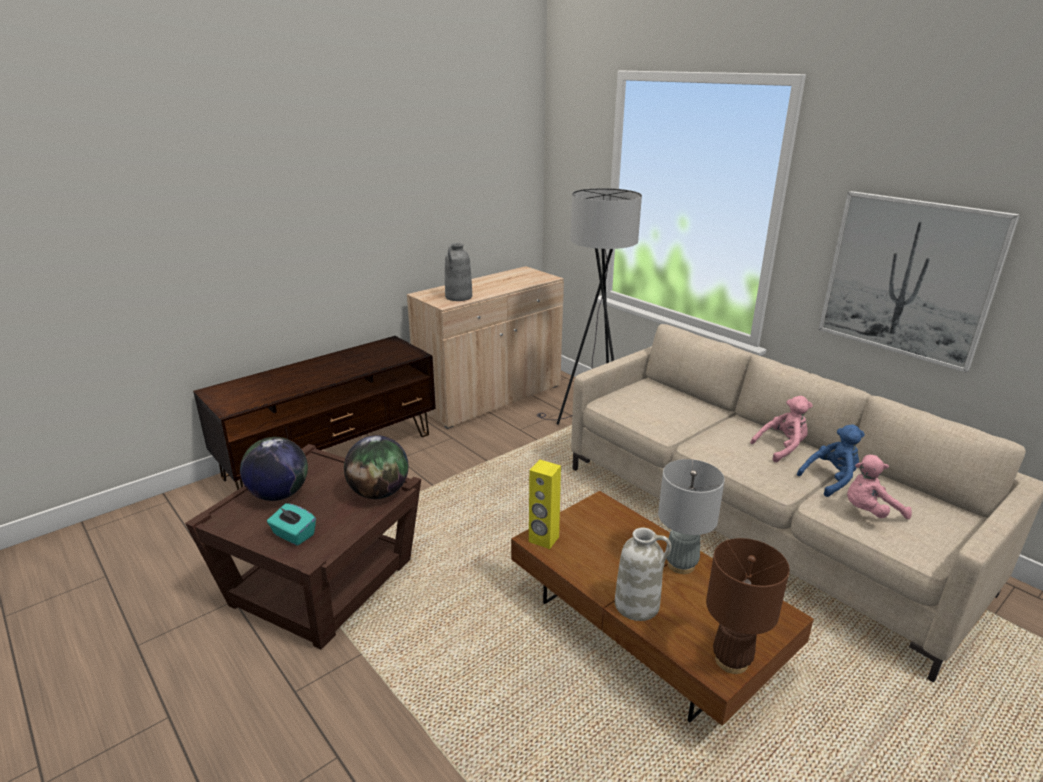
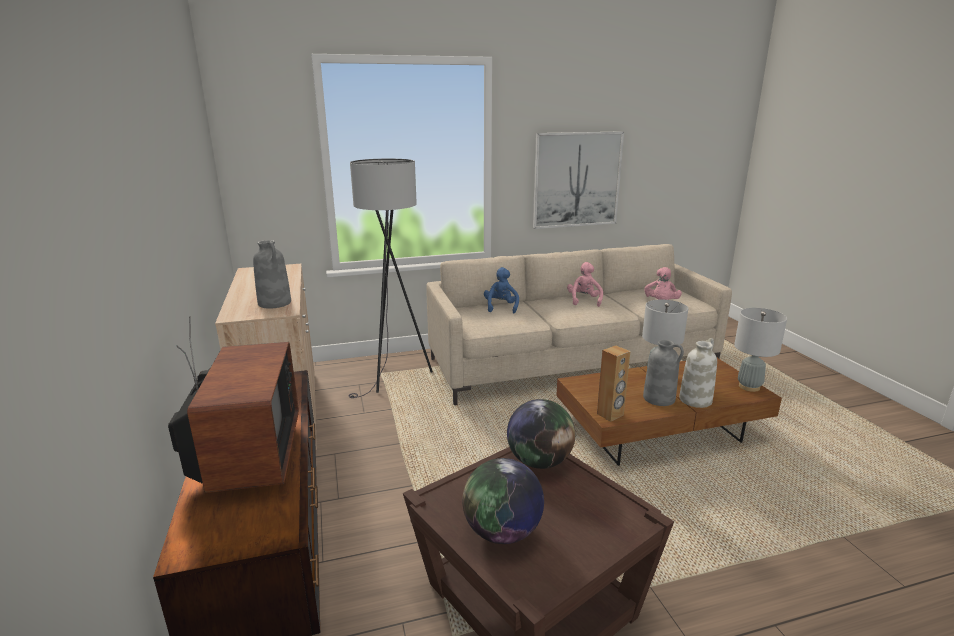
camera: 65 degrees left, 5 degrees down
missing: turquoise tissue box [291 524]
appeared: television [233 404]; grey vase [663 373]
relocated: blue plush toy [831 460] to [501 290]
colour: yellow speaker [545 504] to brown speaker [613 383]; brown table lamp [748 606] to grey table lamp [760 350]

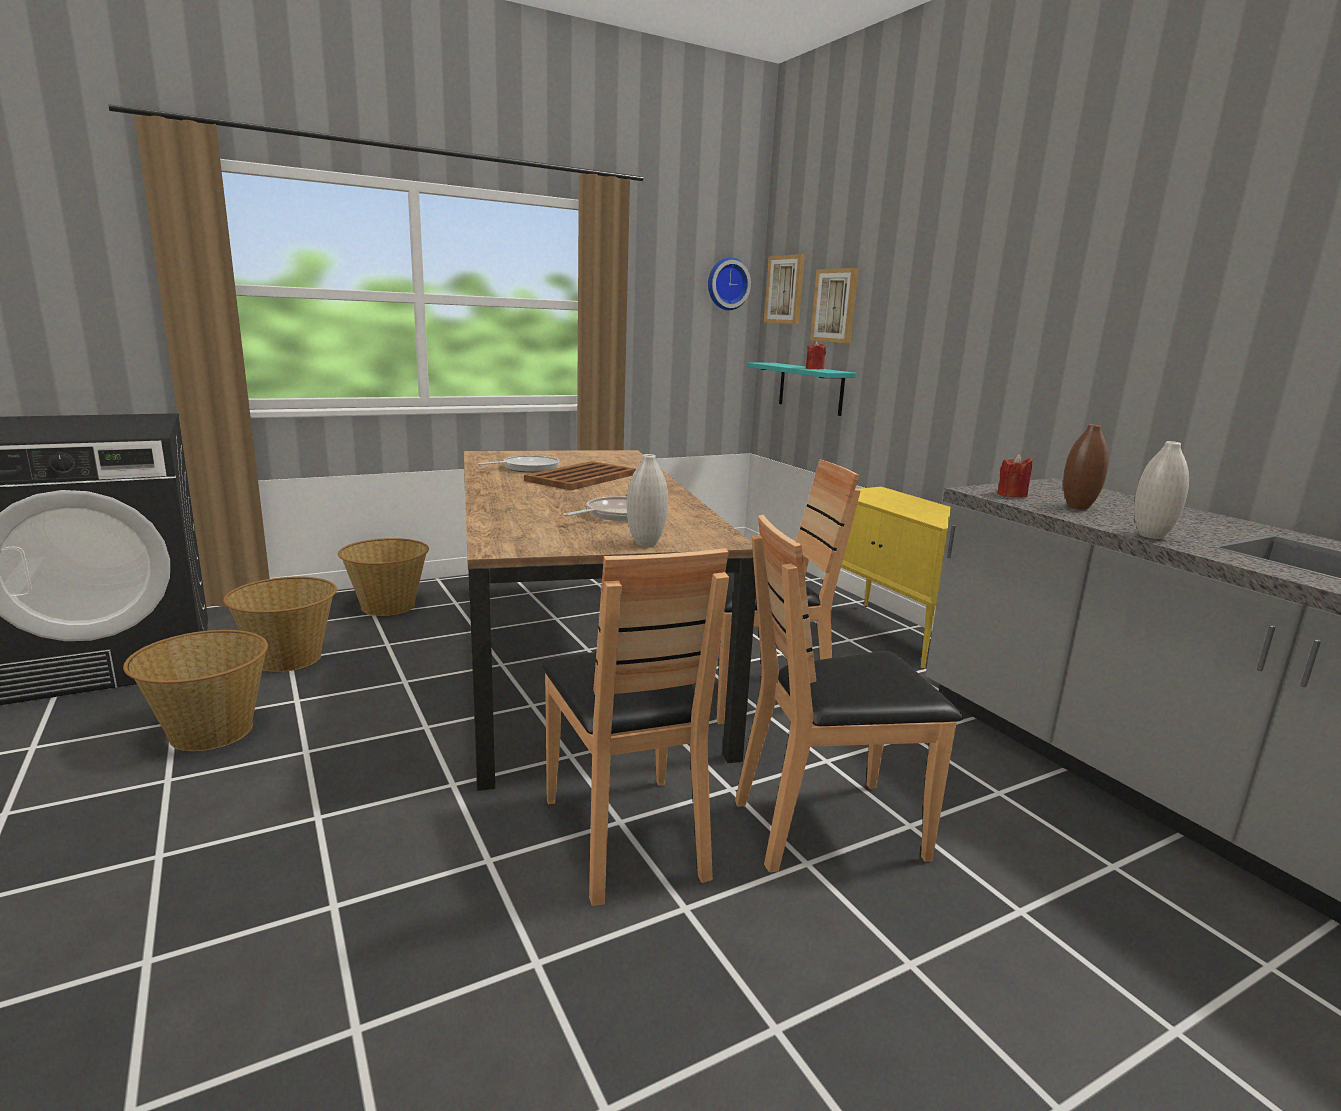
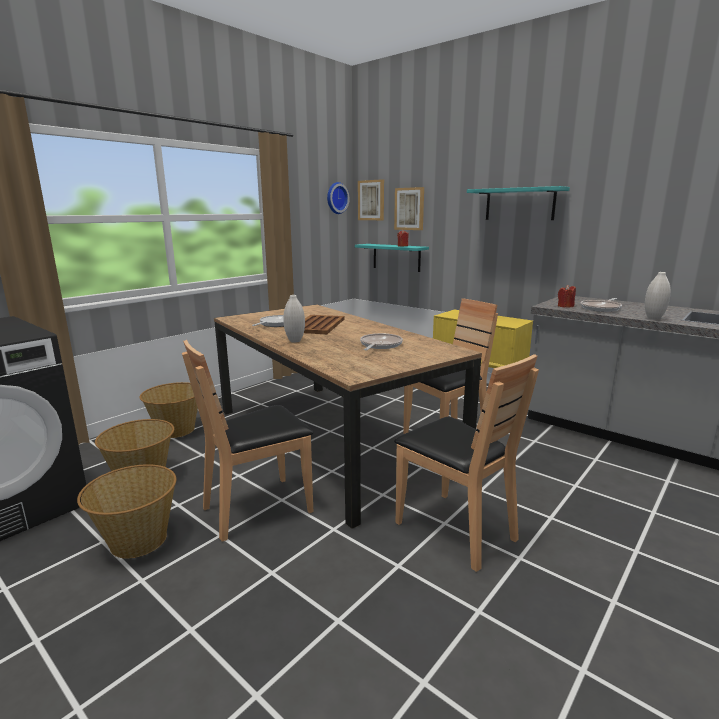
camera: 20 degrees left, 0 degrees up
appeared: turquoise shelf [518 203]
relocated: white vase [647 500] to [294 319]; brown chair [849 693] to [247 441]
exchanged: brown vase [1086 467] to frying pan [601 305]

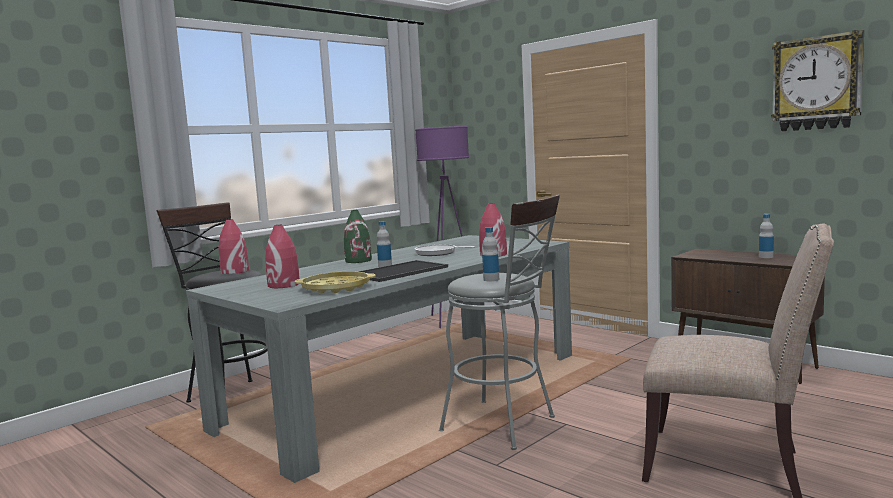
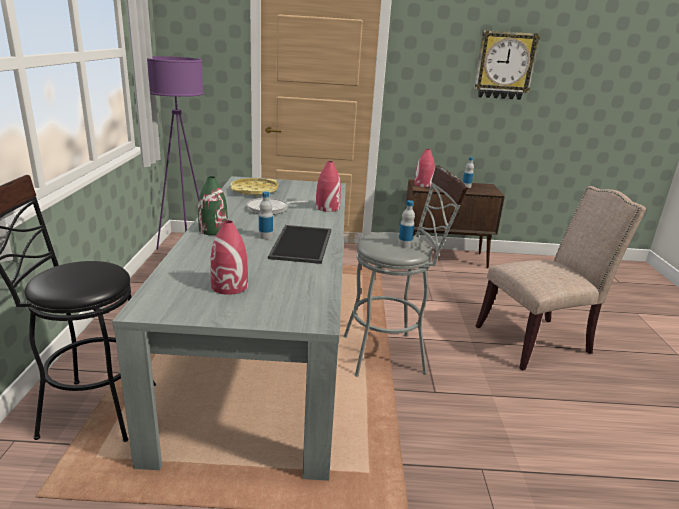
camera: 45 degrees left, 15 degrees up
relocated: red vase [234 246] to [424 168]; yellow tray [335 282] to [254 187]

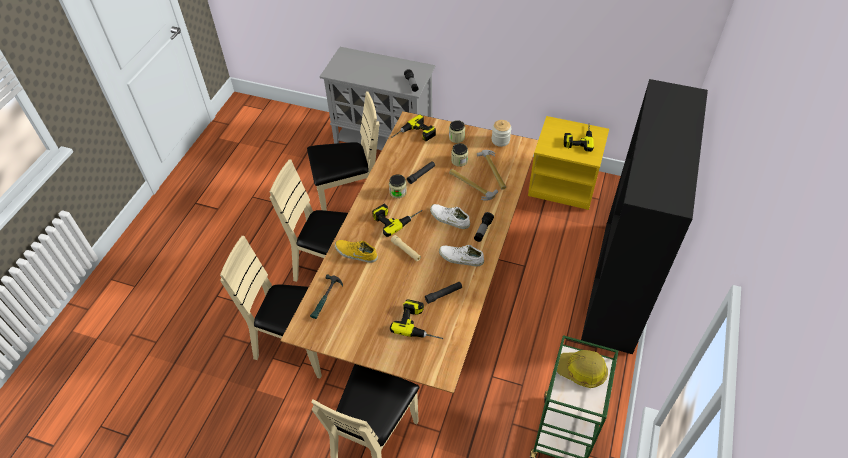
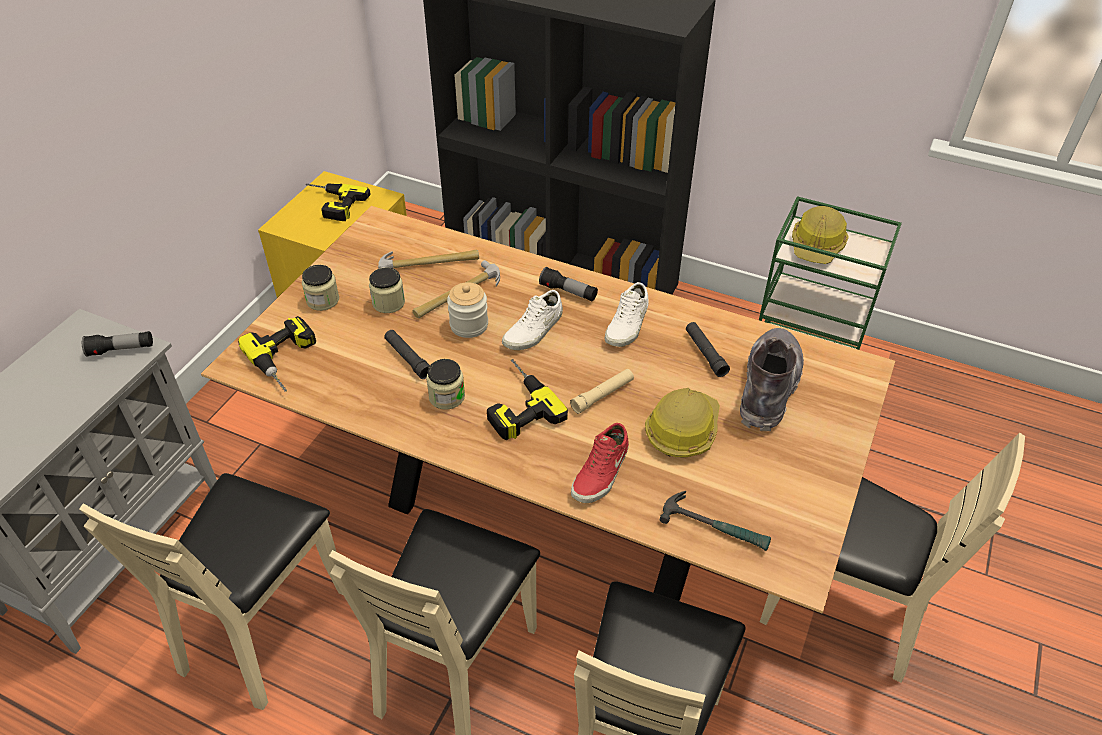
camera: 85 degrees left, 5 degrees down
appeared: hard hat [682 423]
relocated: jar [502 133] to [467 310]
exchanged: power drill [416 319] to grey boot [772 379]
colour: yellow shoe [356 251] to red shoe [600 463]
spun: beige chair [343 151] = [211 591] 150 degrees counterclockwise

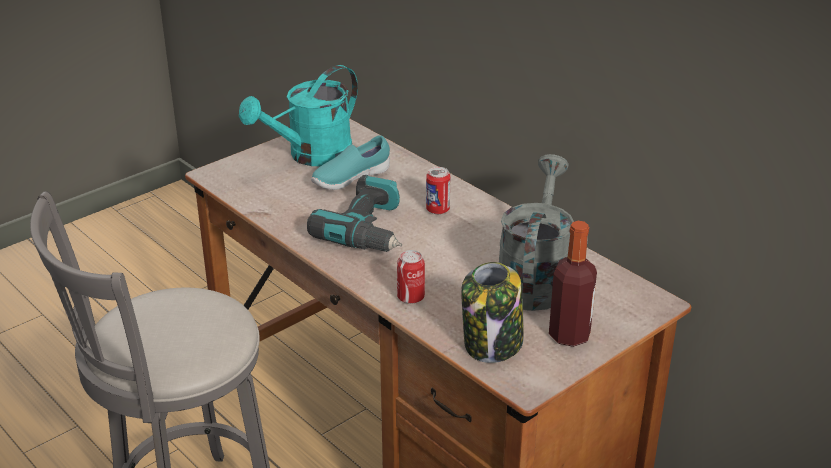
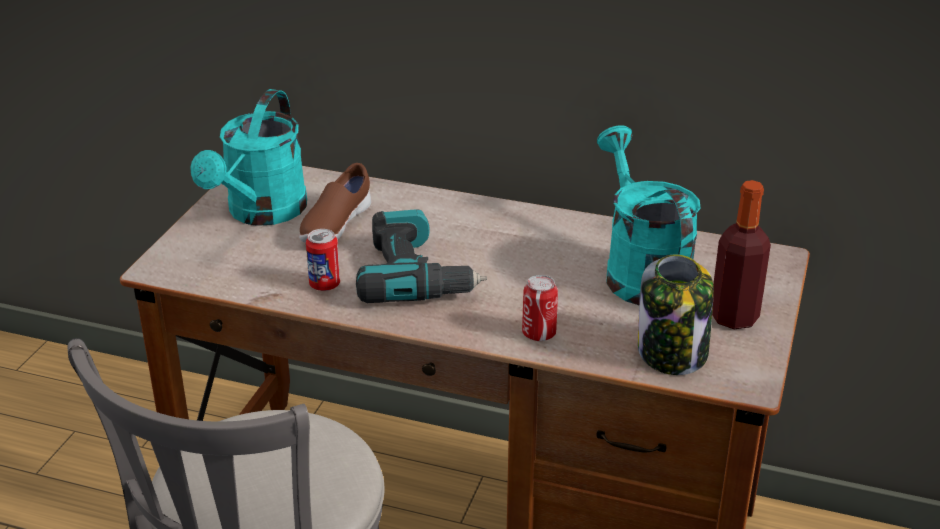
camera: 30 degrees left, 0 degrees up
relocated: can [438 190] to [323 260]
colour: turquoise shoe [350 162] to brown shoe [335 202]; grey watering can [536 232] to turquoise watering can [649 215]

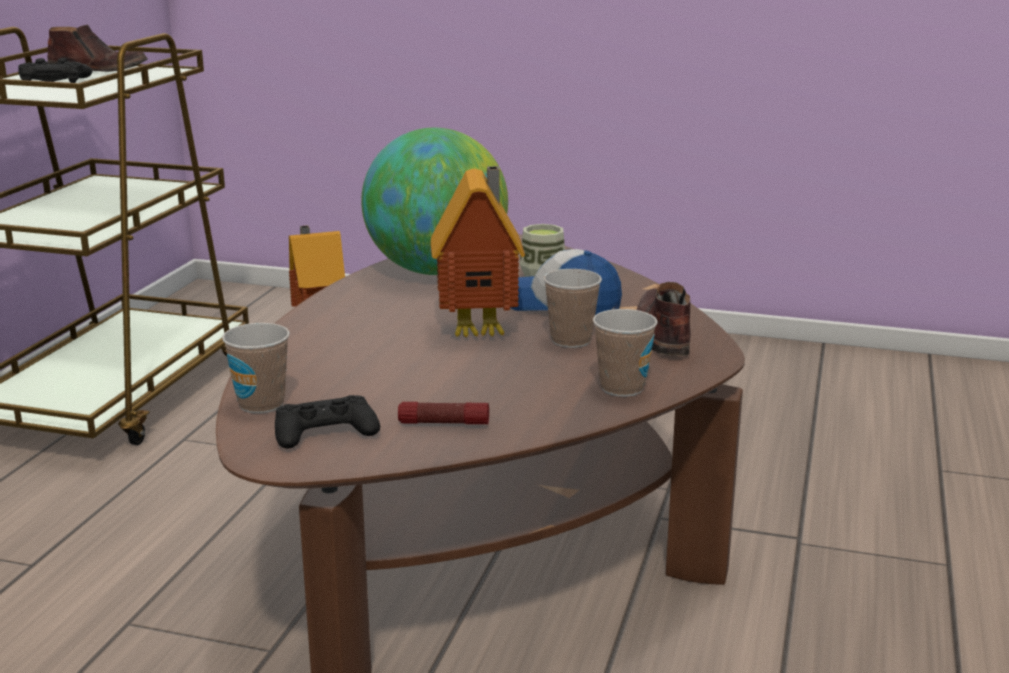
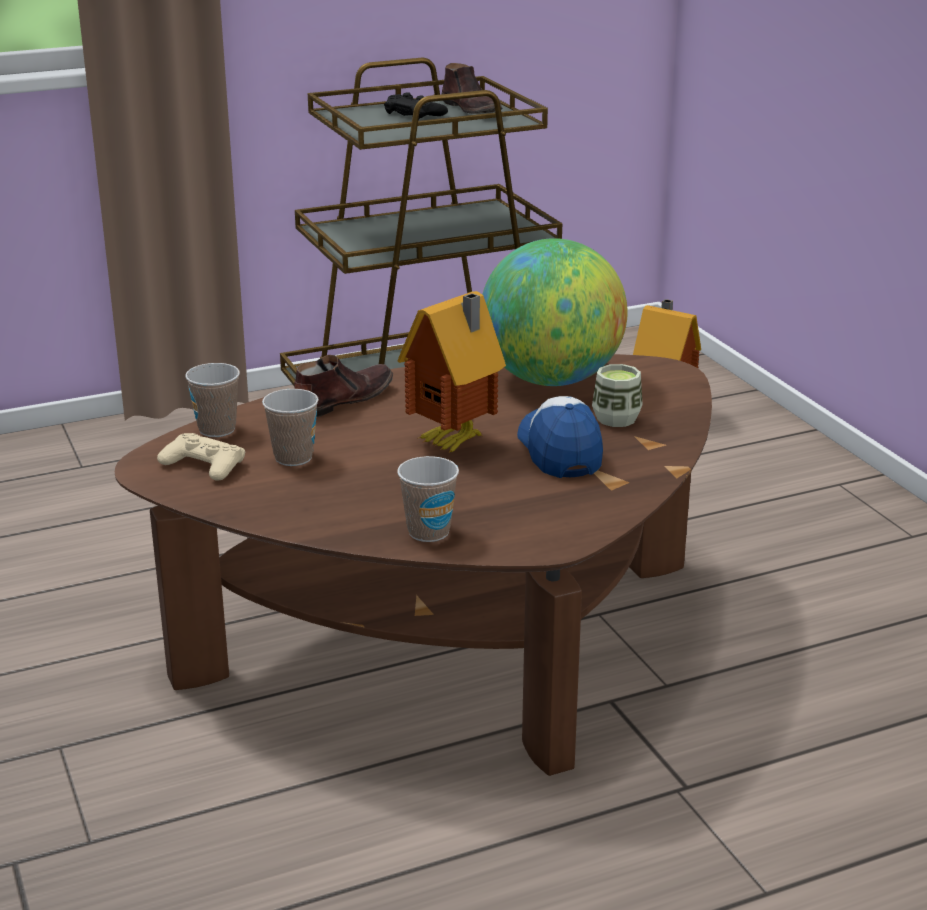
camera: 50 degrees right, 5 degrees up
missing: flashlight [443 413]
relocated: cup [572 308] to [290 427]; brown shoe [663 319] to [343 386]
colour: black game controller [327 422] to beige game controller [201 457]

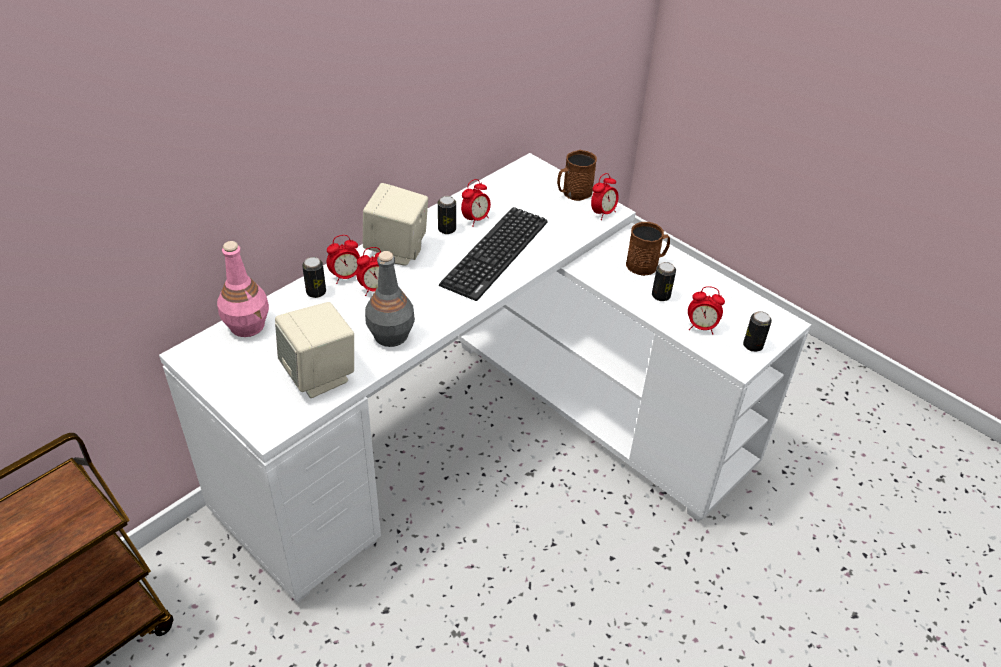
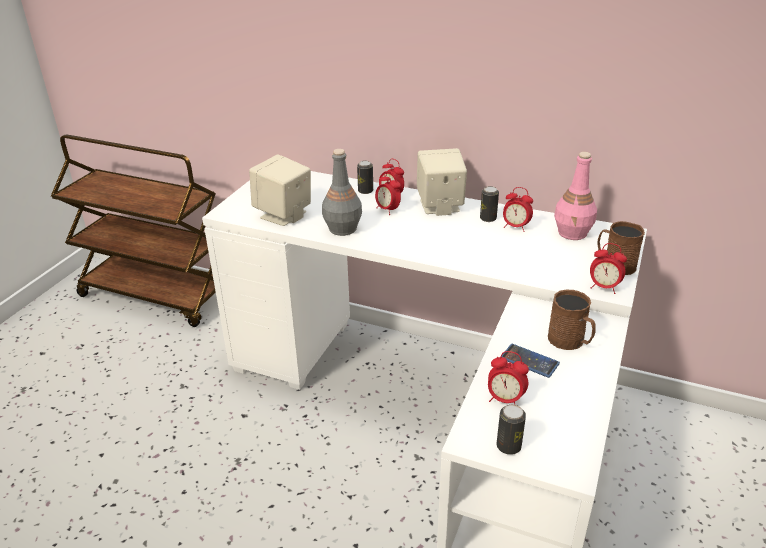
camera: 70 degrees right, 10 degrees down
missing: keyboard [493 254]
relocated: pink bottle [243 289] to [575 196]
exchanged: can [664 281] to phone [531 361]
spun: alarm clock [706 310] = [508 378] 60 degrees counterclockwise

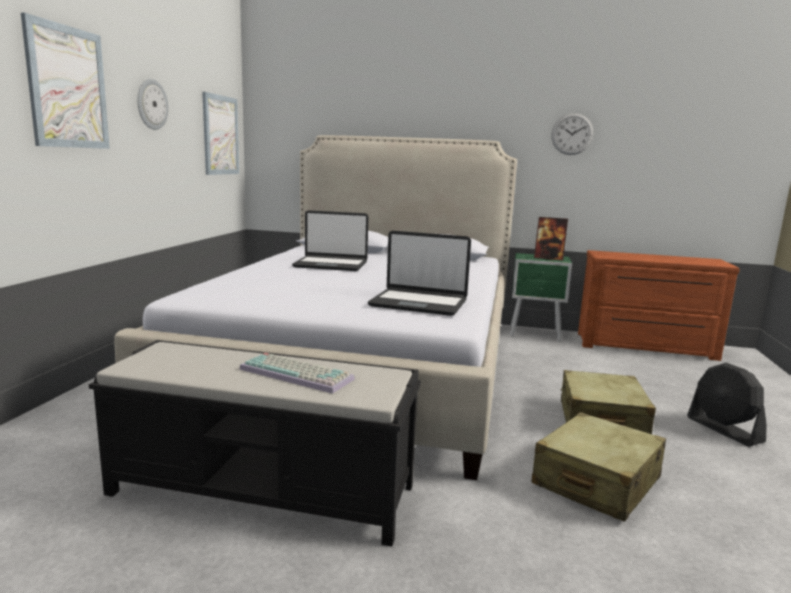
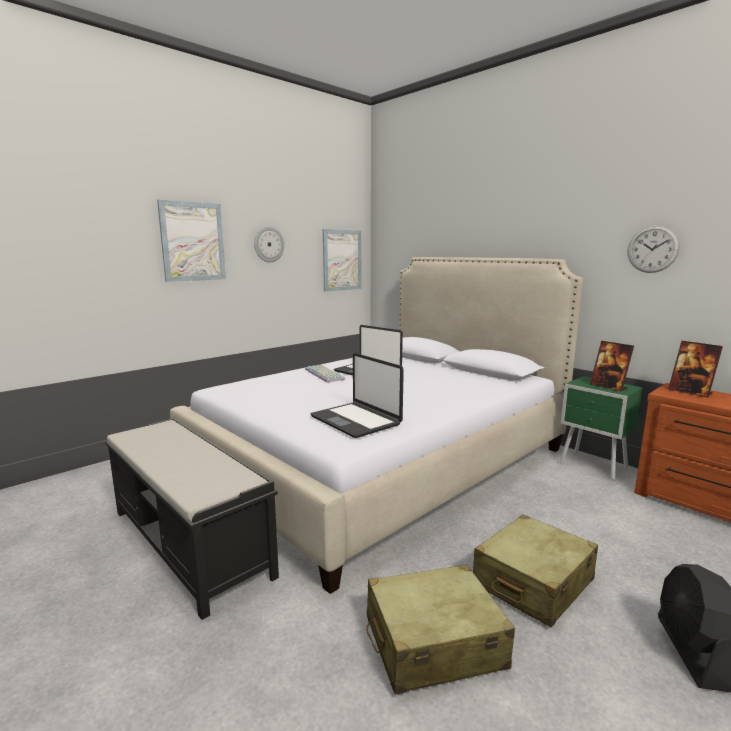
camera: 35 degrees right, 0 degrees up
appeared: picture frame [695 369]
relocated: keyboard [297 373] to [325 373]

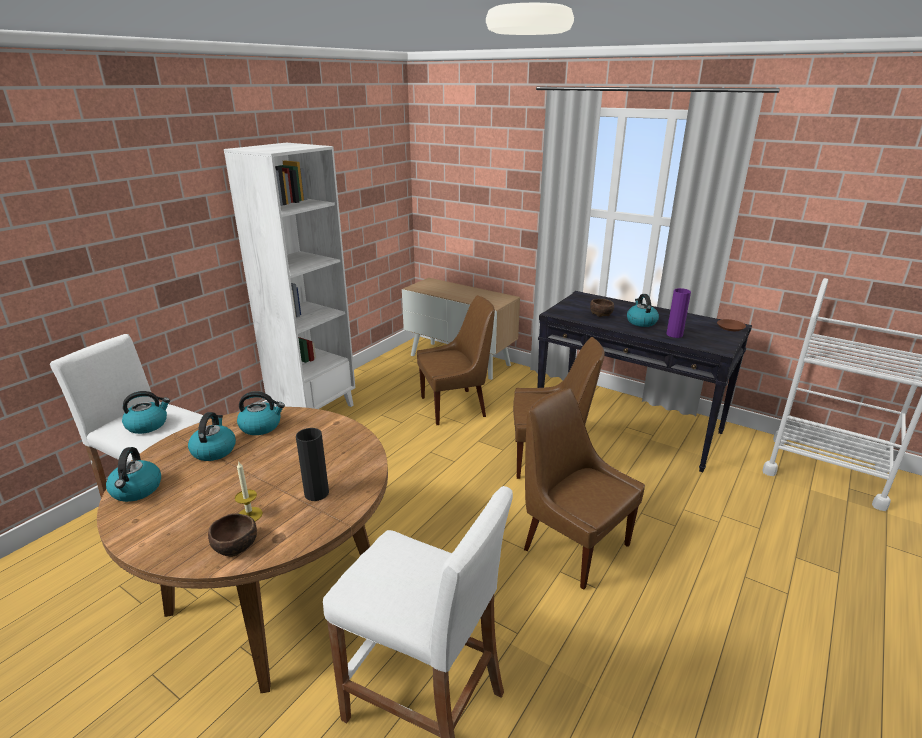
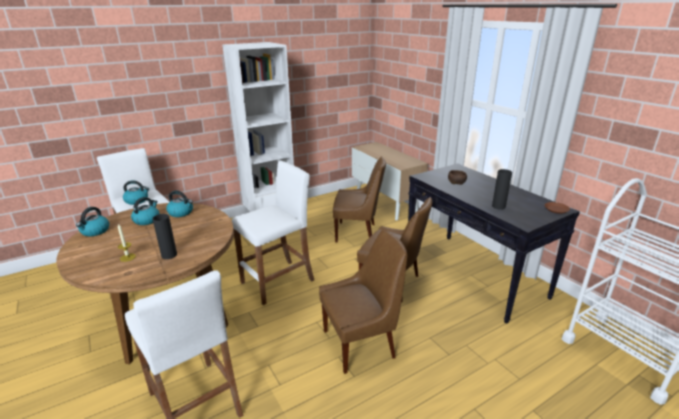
camera: 25 degrees right, 0 degrees up
missing: brown bowl [232 535]; kettle [643 310]
appeared: white stool [273 232]
colour: purple vase [678 313] to black vase [502 189]
spun: brown chair [584 489] = [363 302] 90 degrees clockwise

